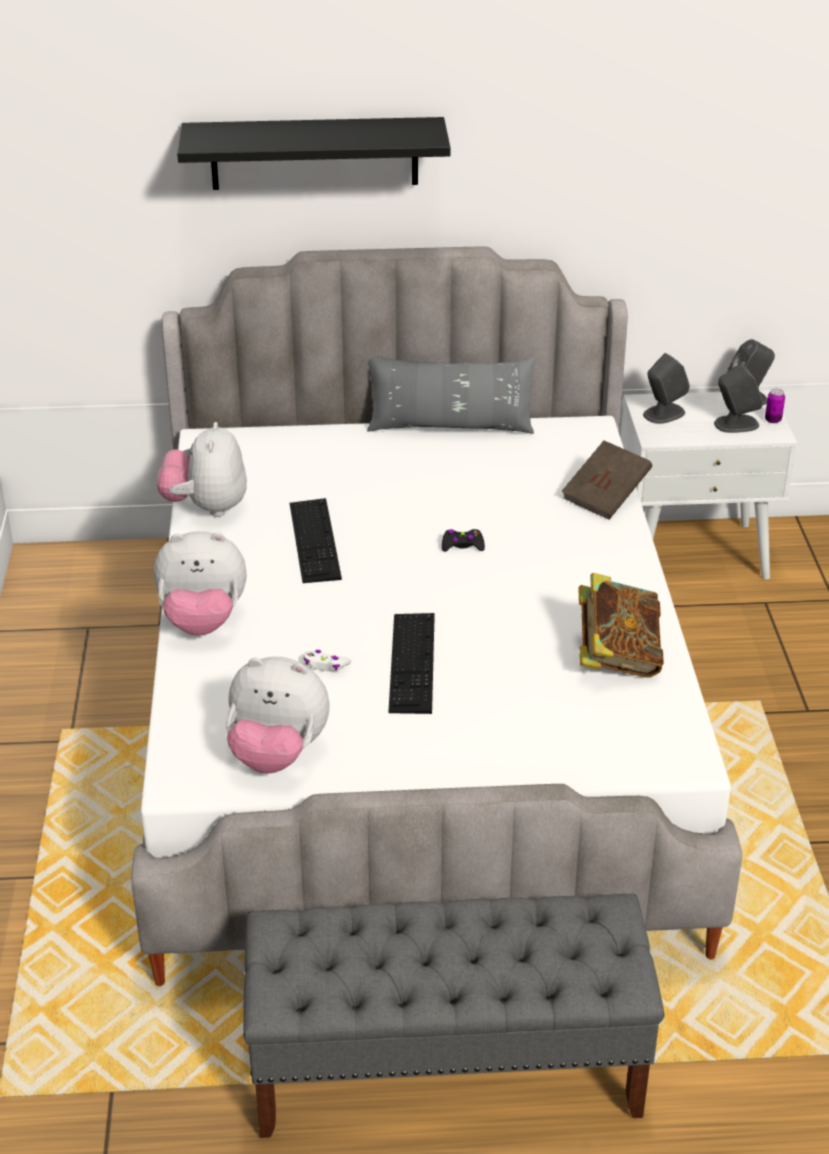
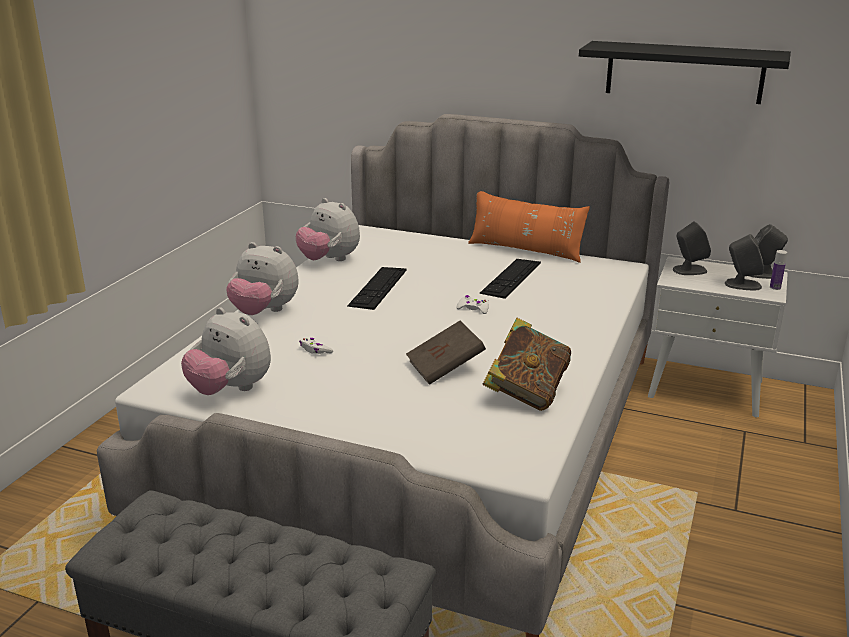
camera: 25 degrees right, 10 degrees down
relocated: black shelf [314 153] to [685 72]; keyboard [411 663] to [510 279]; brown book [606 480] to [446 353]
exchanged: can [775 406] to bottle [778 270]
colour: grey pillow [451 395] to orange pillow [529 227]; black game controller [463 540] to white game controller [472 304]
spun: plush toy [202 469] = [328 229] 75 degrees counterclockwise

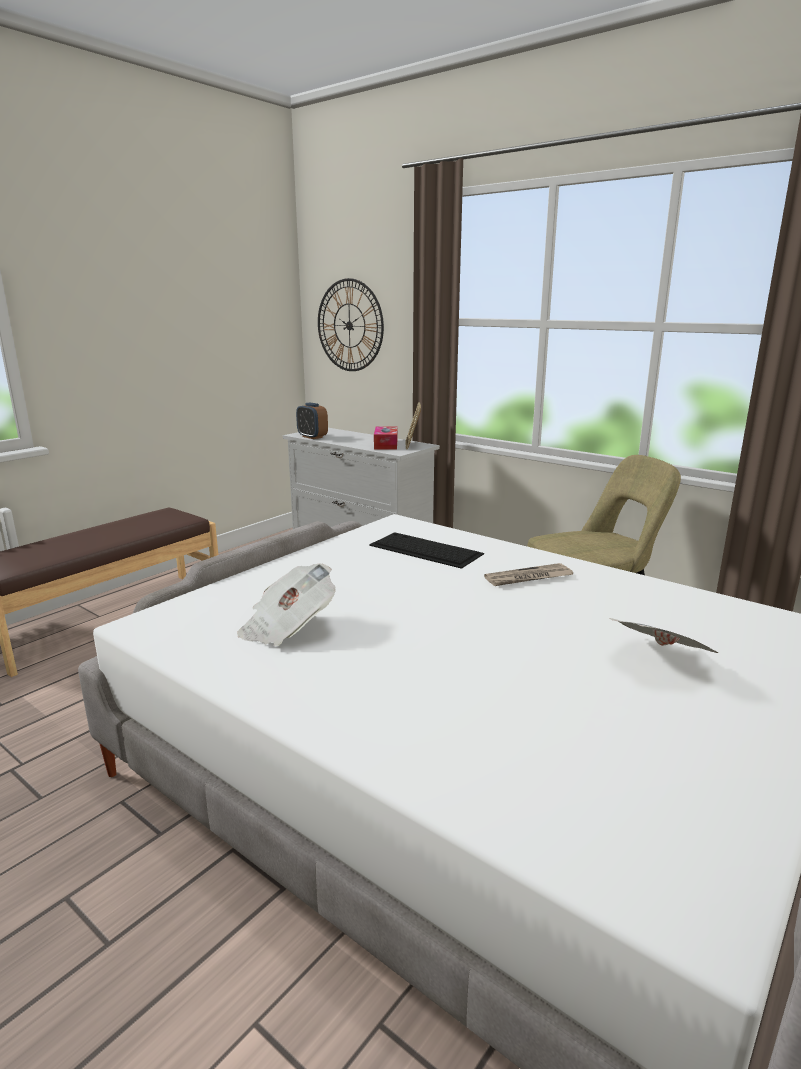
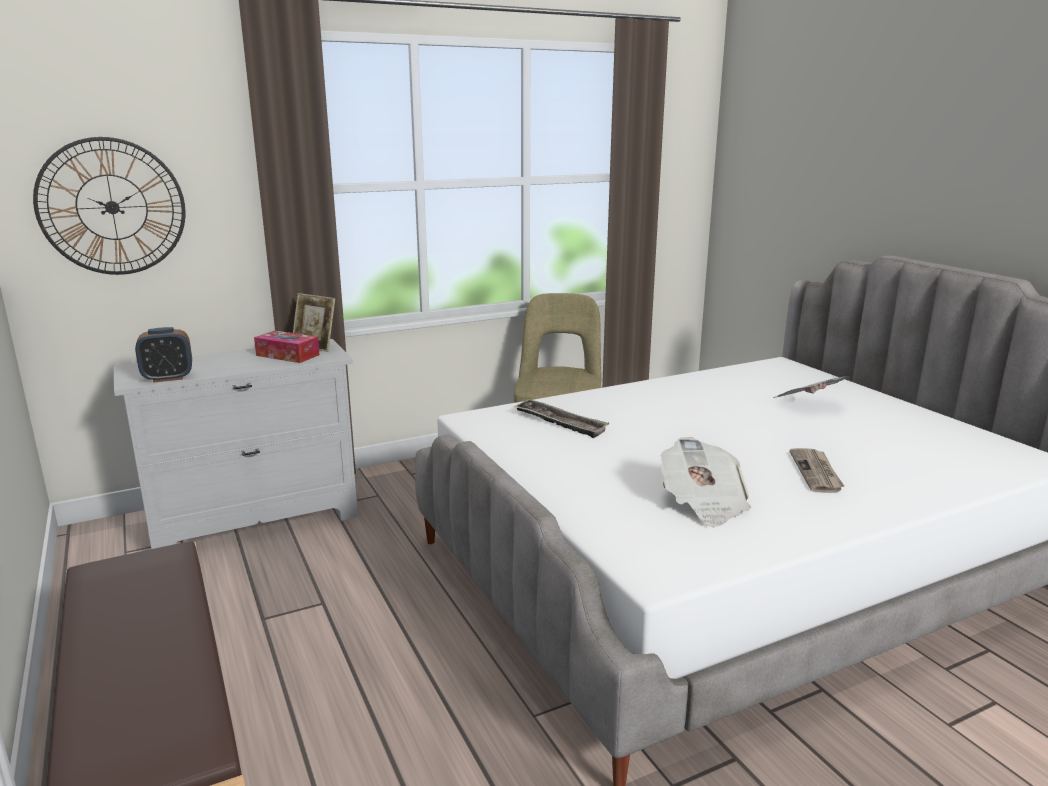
camera: 65 degrees left, 0 degrees up
relocated: newspaper [528 574] to [817 470]
exchanged: keyboard [426 550] to tray [561 418]

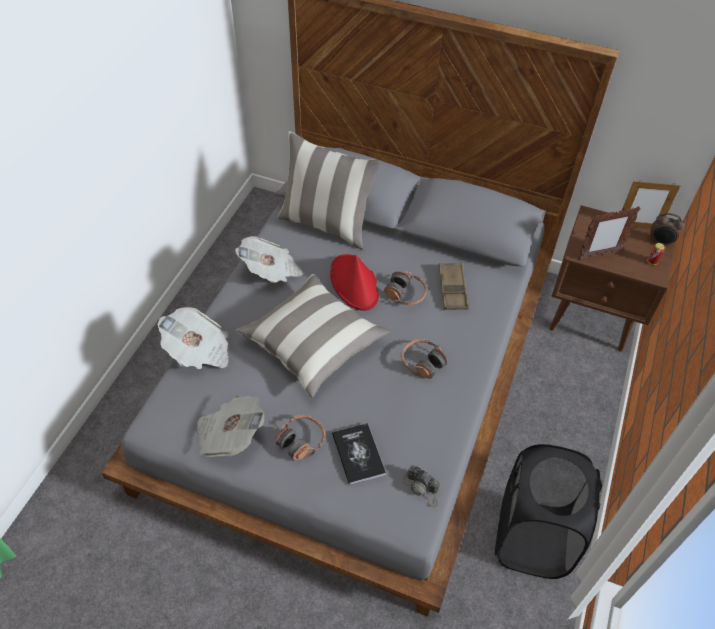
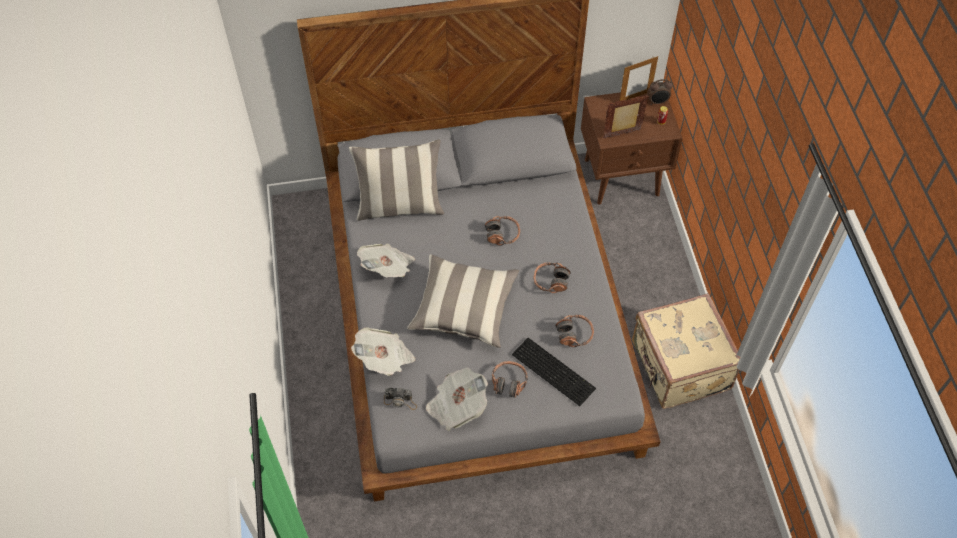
camera: 30 degrees left, 5 degrees up
missing: red hat [354 282]; brown tray [454 286]
appeared: headphones [574 331]
relocated: photo camera [421 486] to [400 399]
exchanged: book [359 454] to keyboard [554 372]; black laundry basket [548 511] to beige suitcase [686 351]
spun: picture frame [609 233] = [626 117] 150 degrees counterclockwise

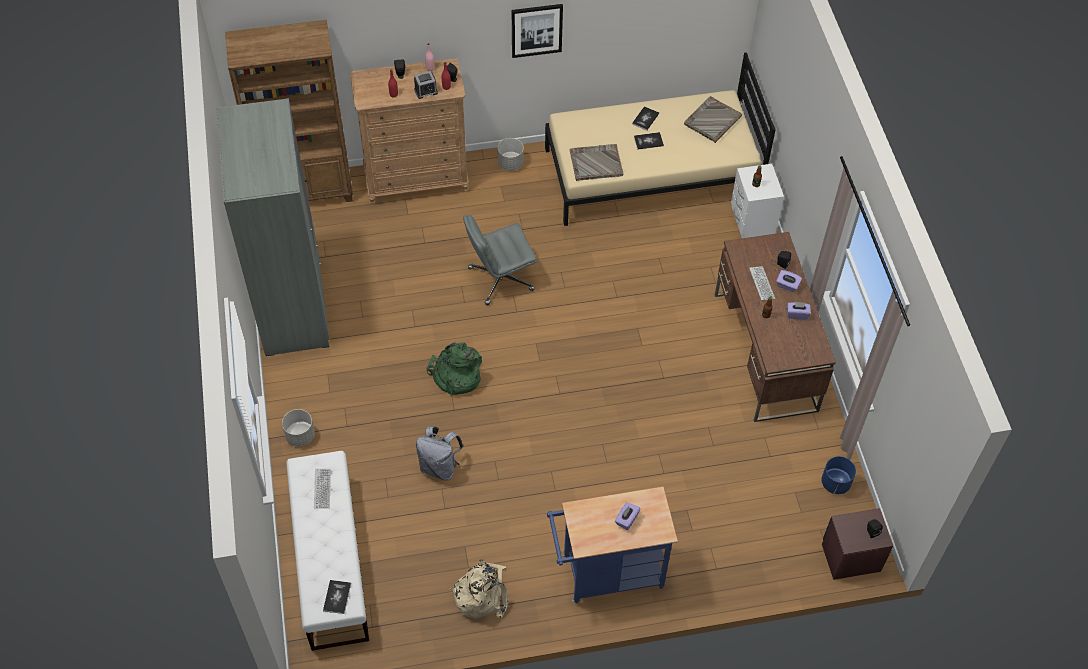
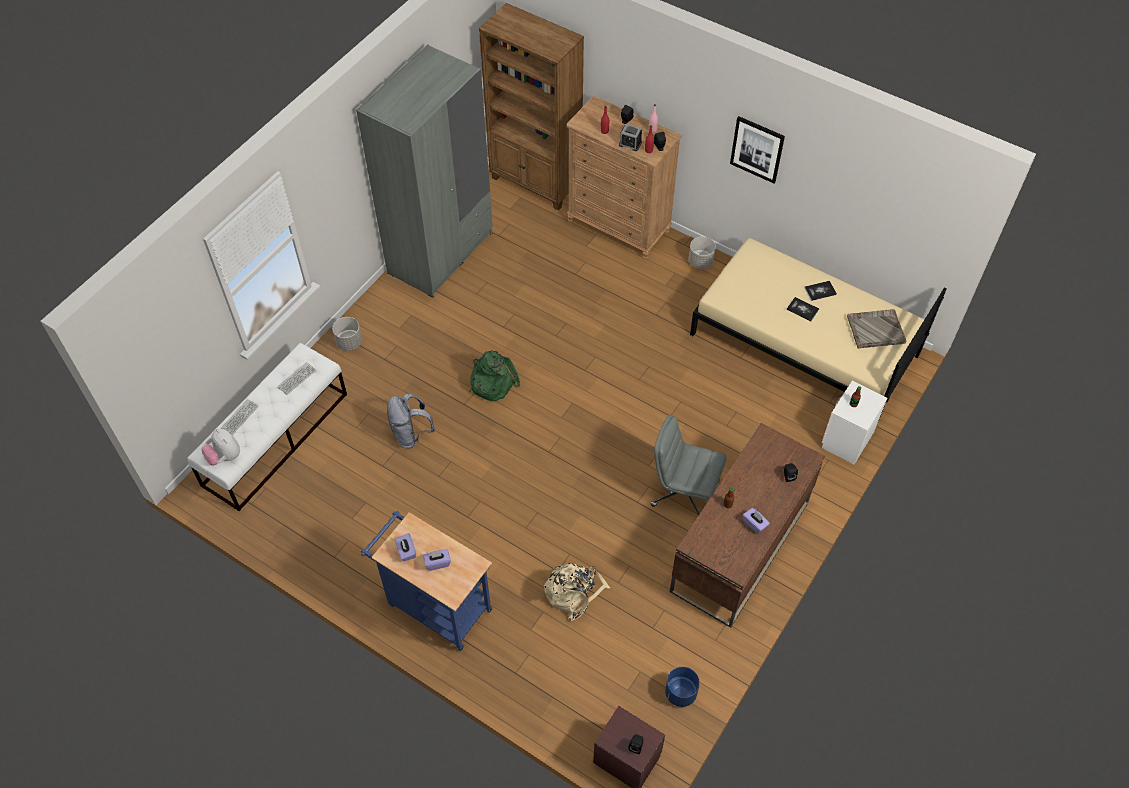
camera: 45 degrees right, 0 degrees up
missing: grey tray [596 162]
relocated: beige backpack [479 589] to [577 592]; grey office chair [500 260] to [688 465]; keyboard [762 283] to [240 417]; purple tissue box [789 281] to [405 547]
exchanged: book [337 597] to plush toy [221 447]

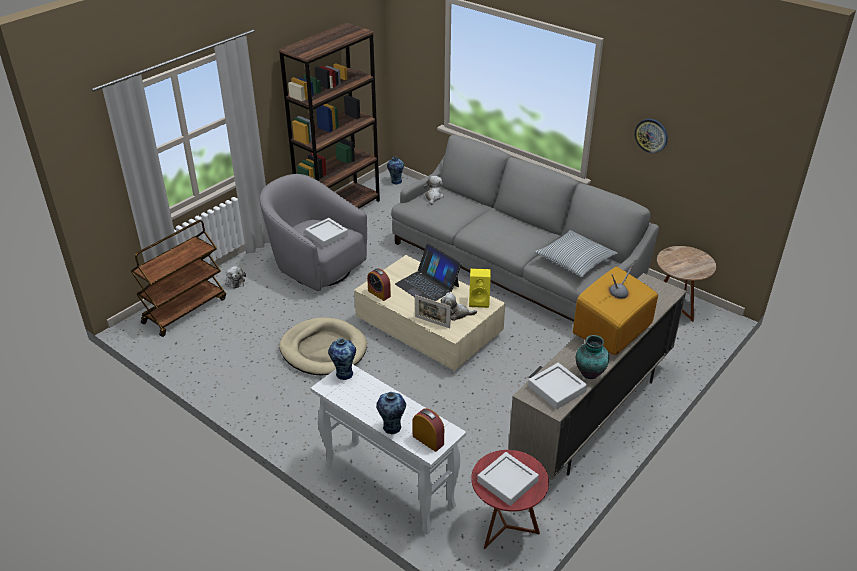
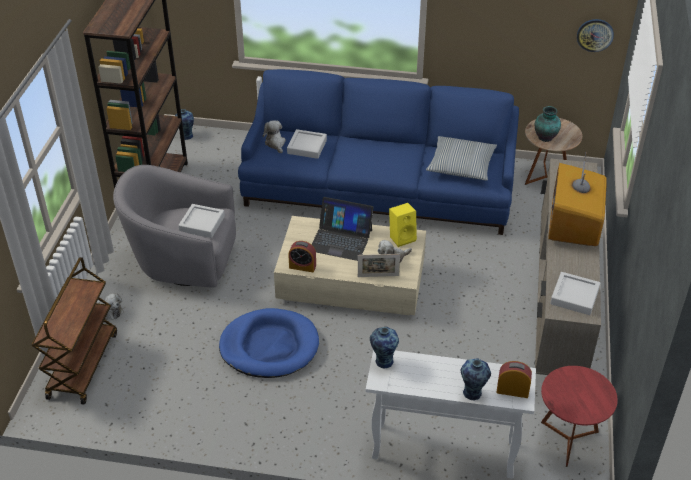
camera: 30 degrees left, 5 degrees up
relocated: grey tray [508 479] to [307 144]; vase [592 357] to [548 124]; wall clock [651 136] to [595 35]
colour: beige dog bed [323 346] to blue dog bed [269 343]; grey sofa [525 228] to blue sofa [378 152]

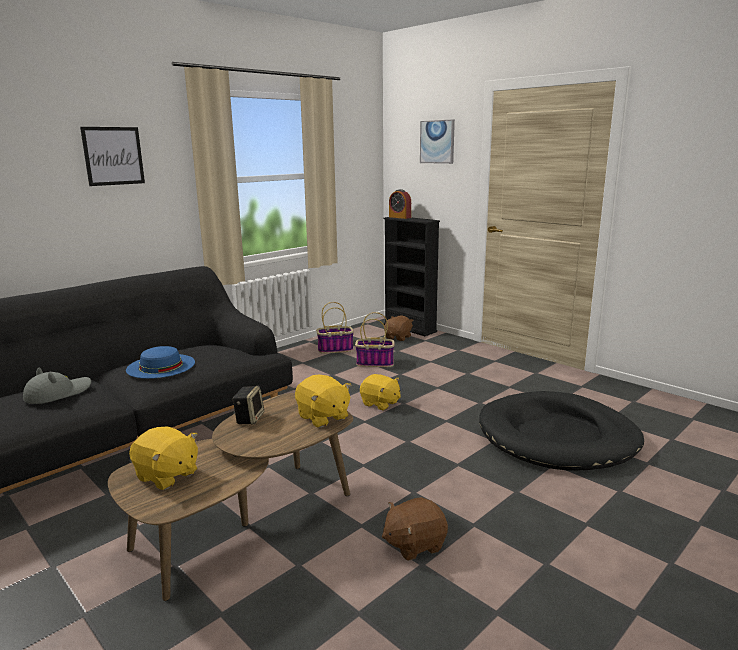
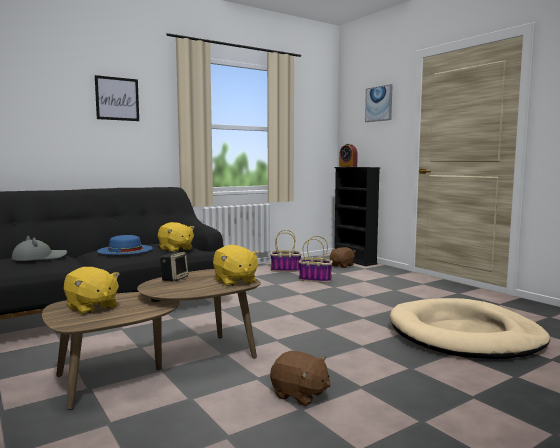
camera: 10 degrees right, 10 degrees down
relocated: yellow plush toy [380 392] to [176 237]
colour: black dog bed [561 431] to beige dog bed [470 328]
spun: brown plush toy [415 529] = [300 378] 135 degrees counterclockwise

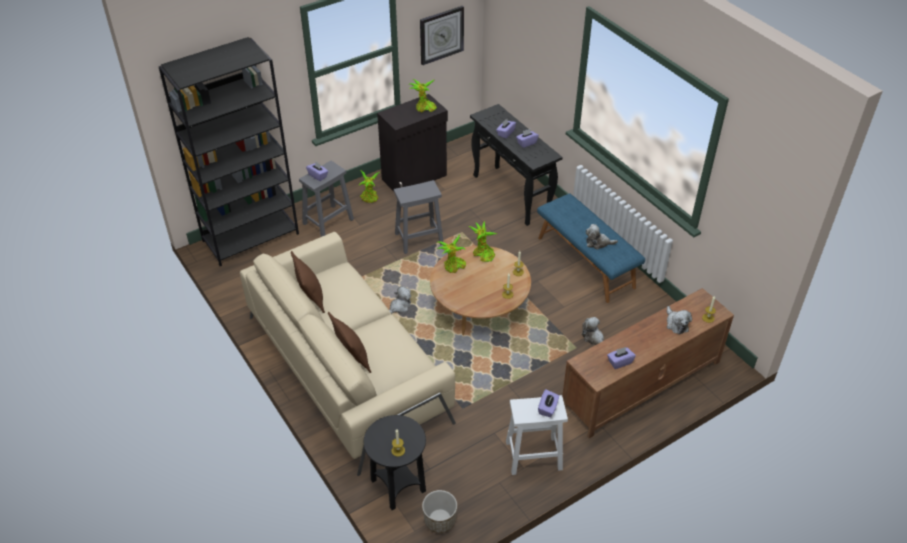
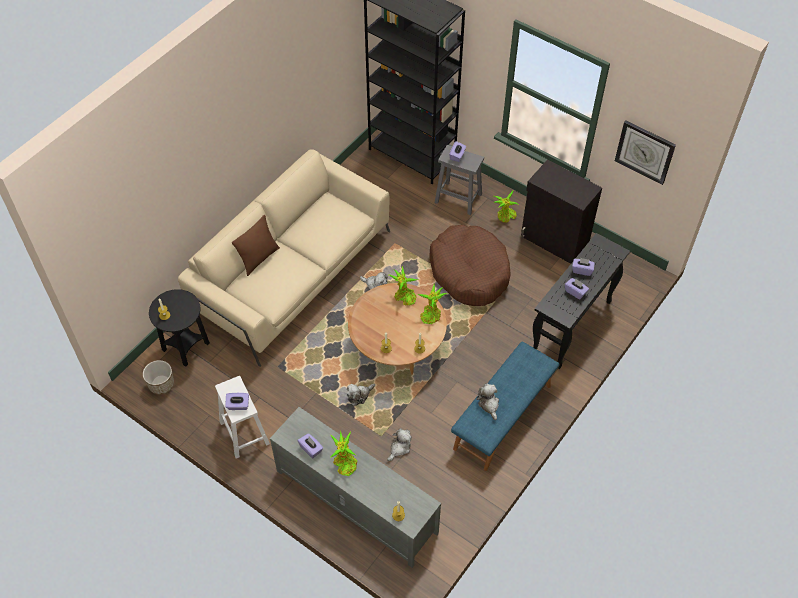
camera: 70 degrees right, 10 degrees up
missing: brown pillow [308 282]
relocated: potted plant [423 96] to [344 453]; plush toy [679 320] to [361 395]
exchanged: grey stool [418 217] to brown dog bed [470 265]
colour: brown tv stand [648 363] to grey tv stand [355 487]

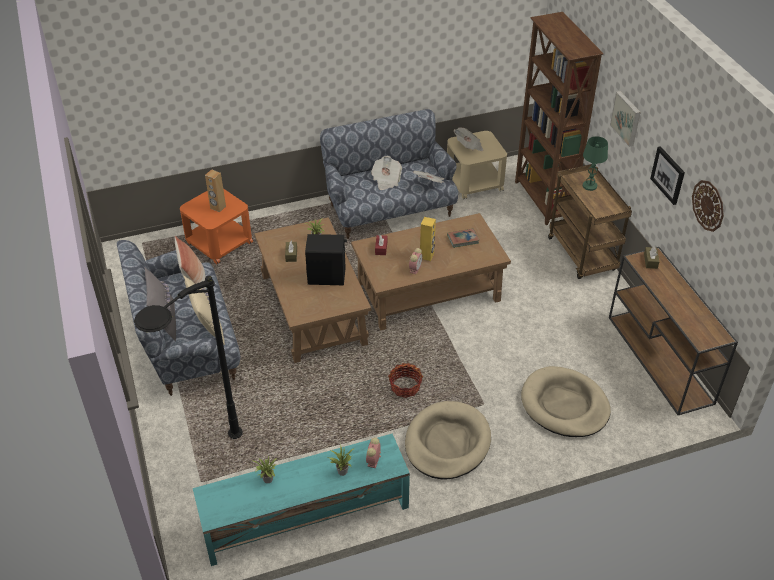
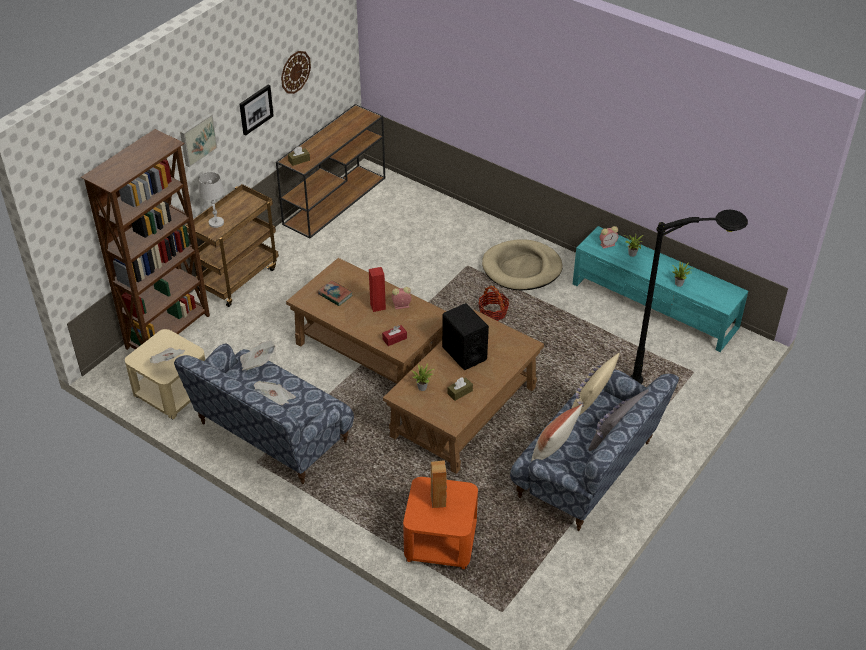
camera: 125 degrees left, 0 degrees up
missing: beige dog bed [566 401]
colour: yellow speaker [428 239] to red speaker [377 289]; green table lamp [595 163] to white table lamp [211 200]

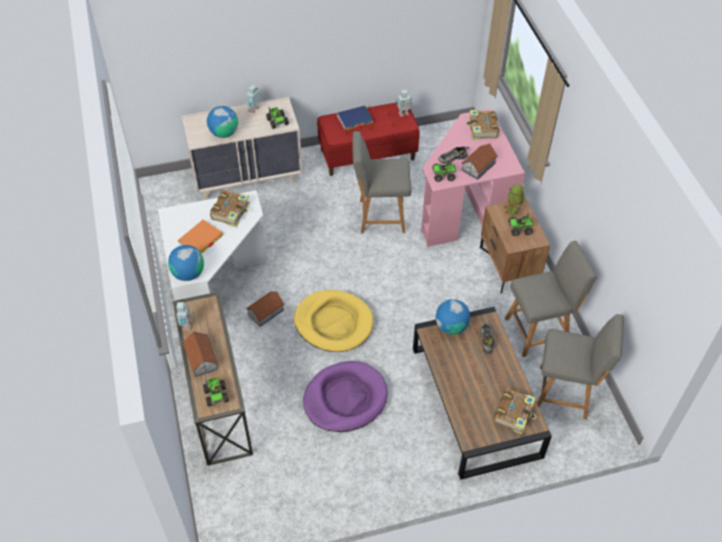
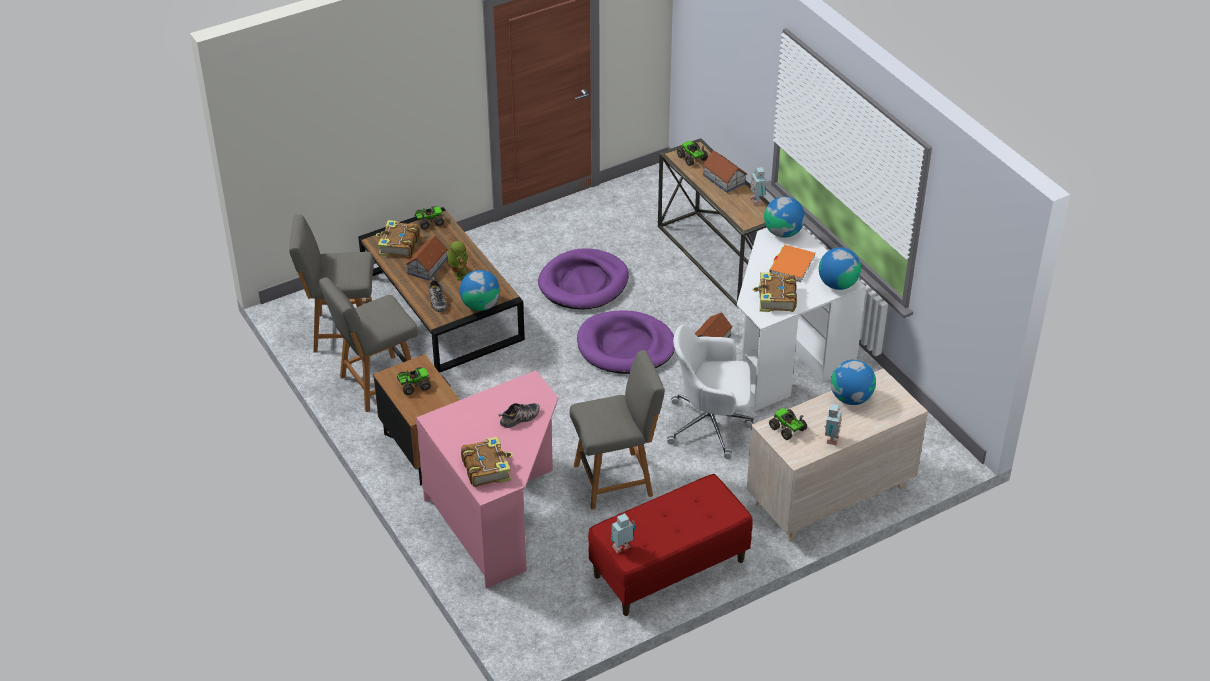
camera: 165 degrees right, 10 degrees down
missing: blue book [355 118]
appeared: white office chair [710 392]; globe [840 268]
relocated: toy truck [444 171] to [429 218]; toy house [479 162] to [426 258]; toy robot [514 200] to [458 261]
colour: yellow dog bed [334 321] to purple dog bed [626 342]

